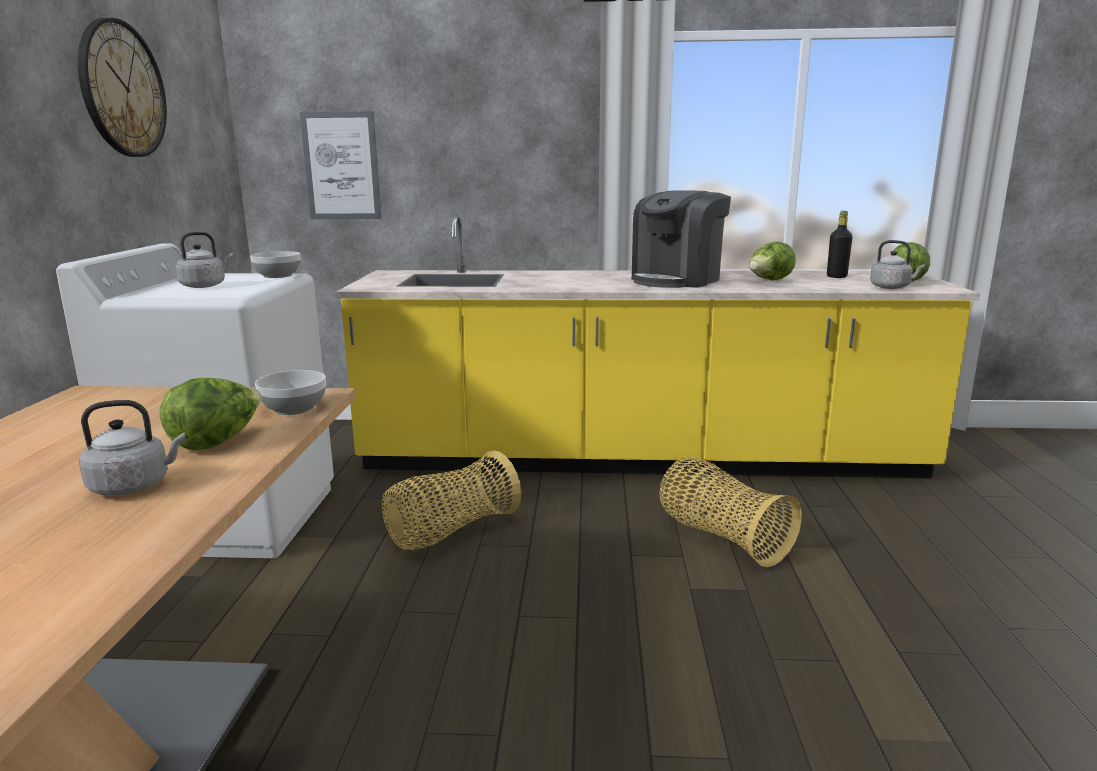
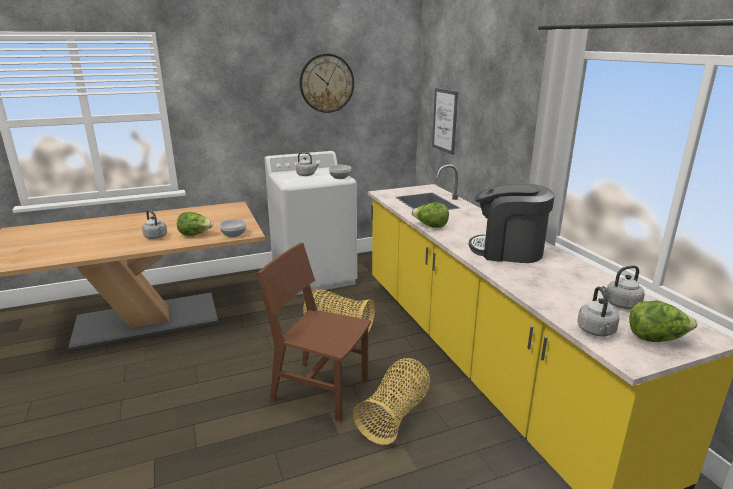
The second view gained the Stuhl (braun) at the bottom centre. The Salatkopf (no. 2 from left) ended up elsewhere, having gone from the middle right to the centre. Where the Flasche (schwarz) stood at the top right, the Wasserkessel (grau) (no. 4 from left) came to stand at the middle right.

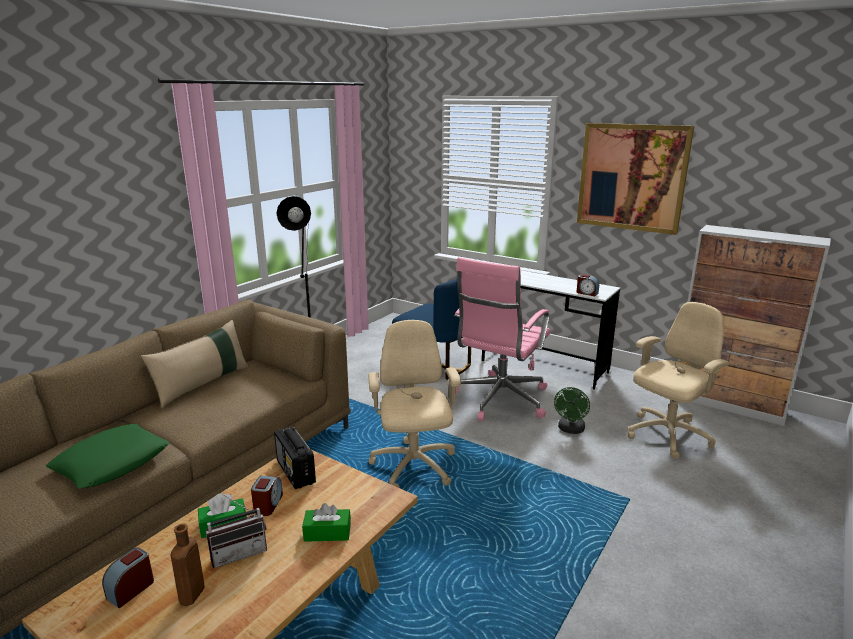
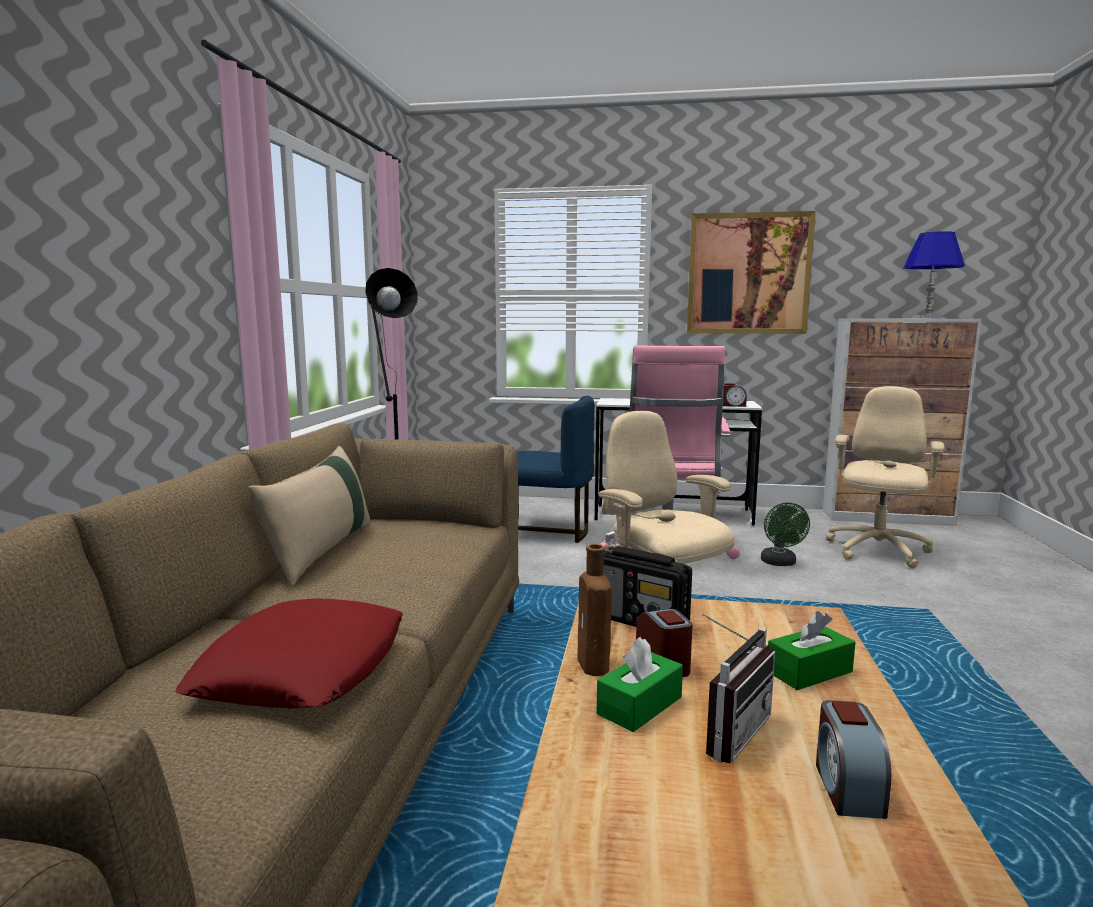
The second view gained the Tischlampe (blau) at the top right. The Wecker (no. 1 from left in the first image) ended up elsewhere, having gone from the bottom left to the bottom right. The Flasche (braun) ended up elsewhere, having gone from the bottom left to the bottom centre. What was the Kissen (grün) at the bottom left turned into the Kissen (rot) at the bottom left.

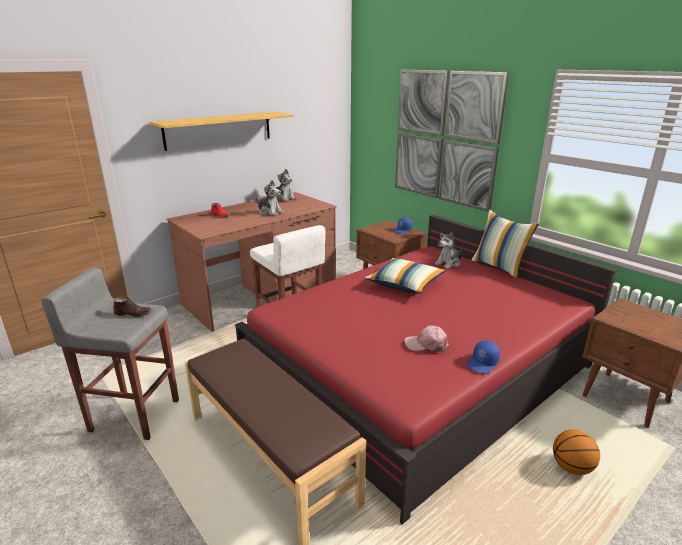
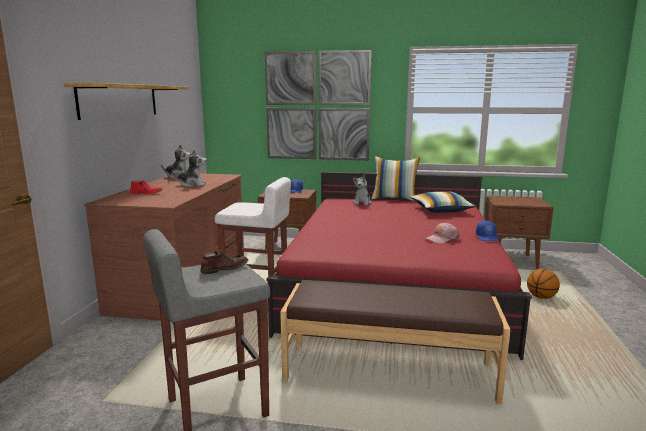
The Kissen (no. 1 from left in the first image) ended up elsewhere, having gone from the centre to the middle right.

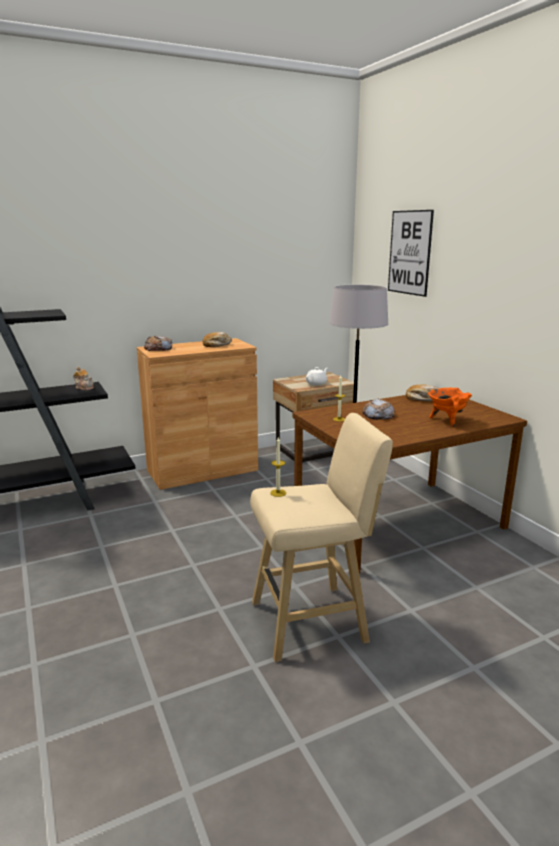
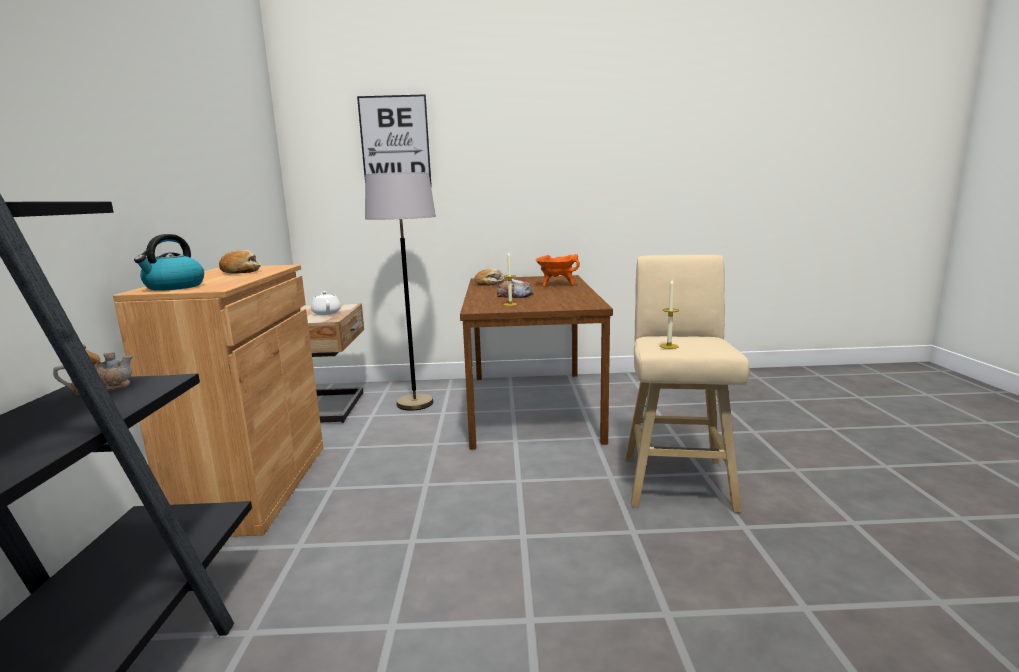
Where the Brot (no. 1 from left) stood at the middle left, the Wasserkessel came to stand at the middle left.

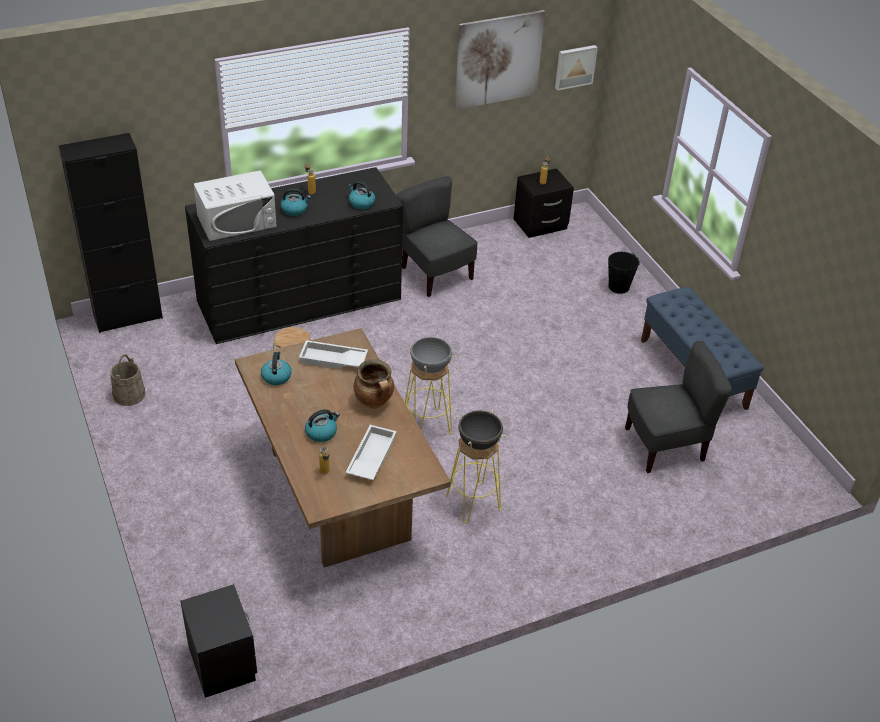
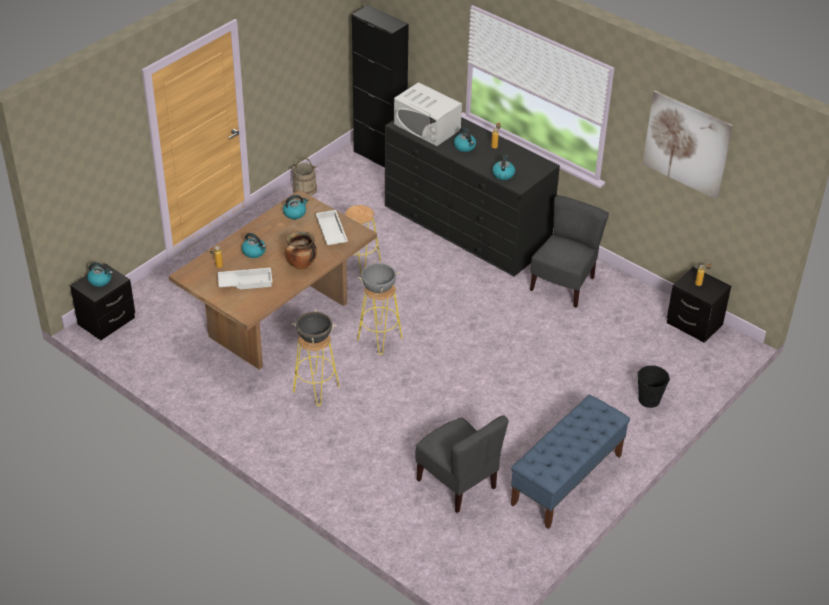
The second view lost the Bild (no. 2 from left) at the top centre. The second view gained the Wasserkessel (no. 1 from left) at the middle left.

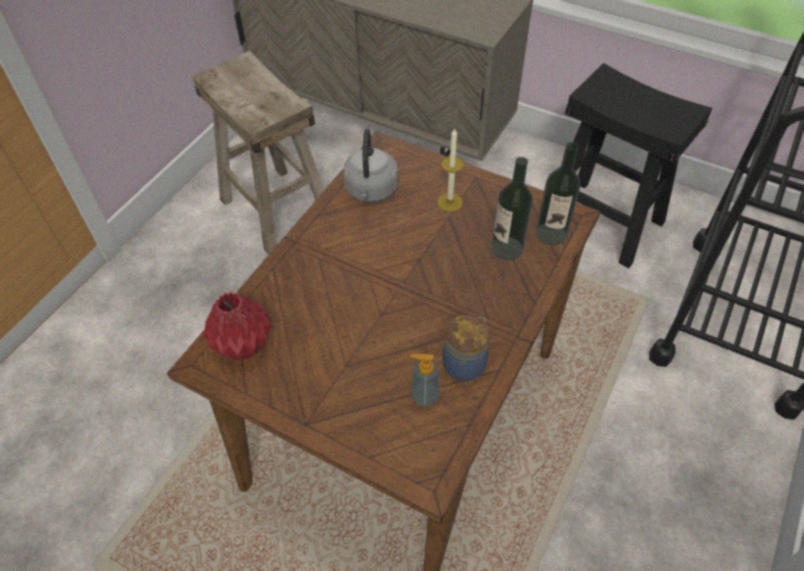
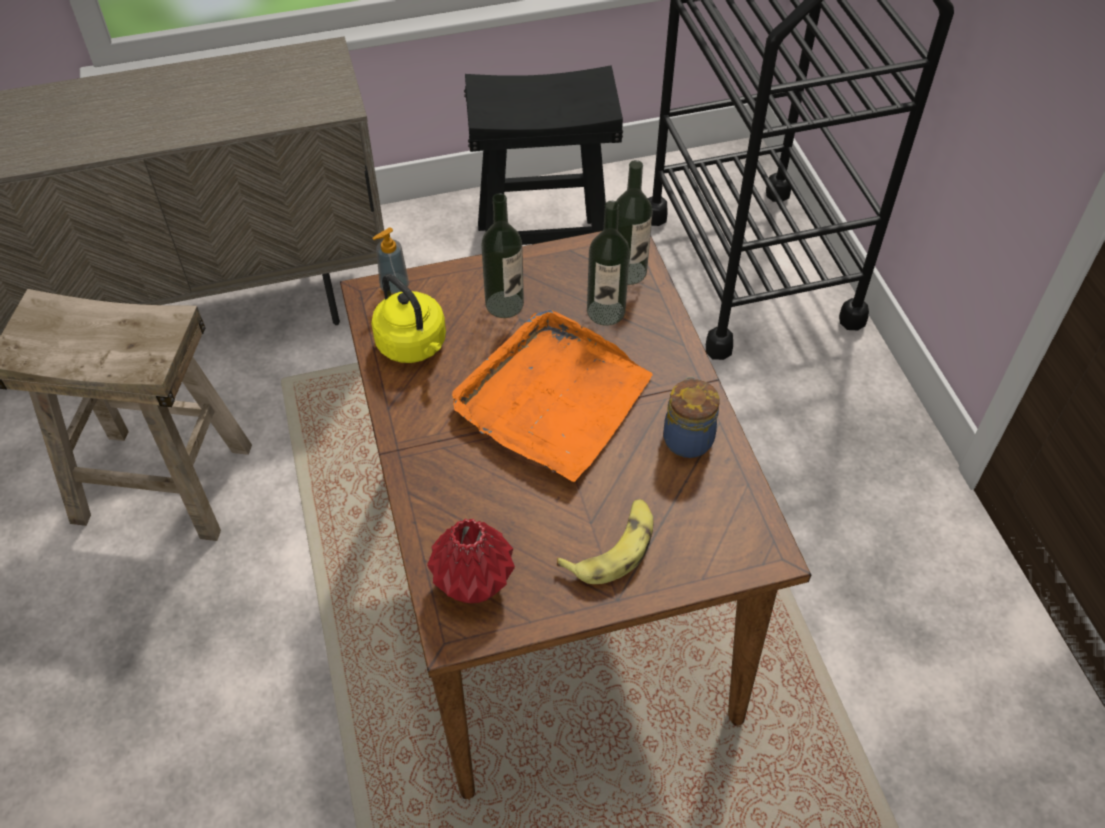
The second view gained the Tablett (orange) at the centre. The second view gained the Banane at the centre. The Seifenspender ended up elsewhere, having gone from the centre to the top centre. Where the Kerze stood at the top centre, the Flasche (no. 1 from left) came to stand at the top centre. What was the Wasserkessel (grau) at the top centre turned into the Wasserkessel (gelb) at the centre.

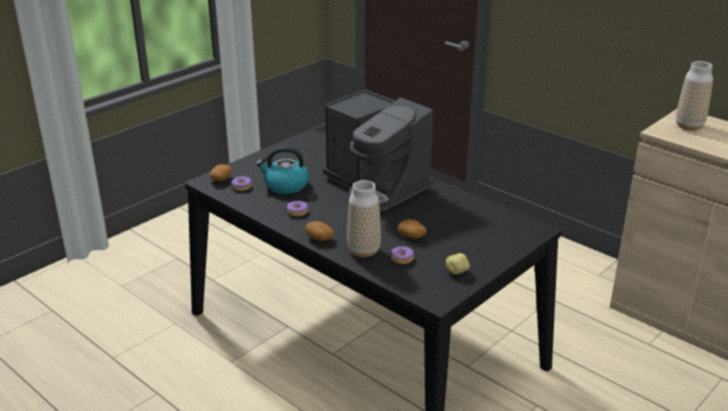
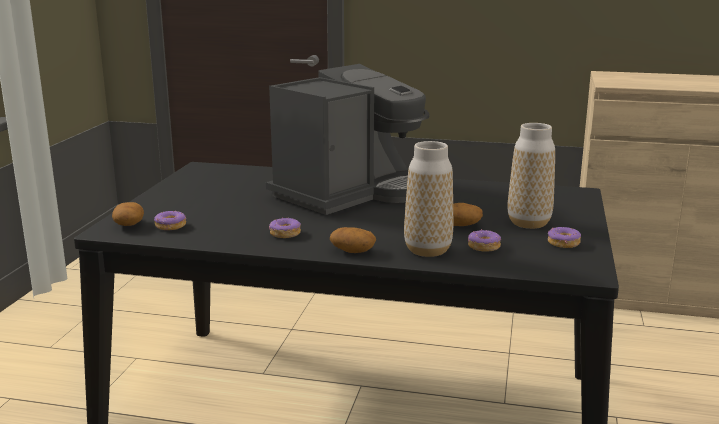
The second view lost the Wasserkessel at the centre. The Vase (no. 2 from left) ended up elsewhere, having gone from the top right to the middle right. Where the Kartoffel (no. 4 from left) stood at the centre, the Donut (no. 4 from left) came to stand at the middle right. The Kaffeemaschine at the centre ended up facing another way, 60 degrees counterclockwise from before.

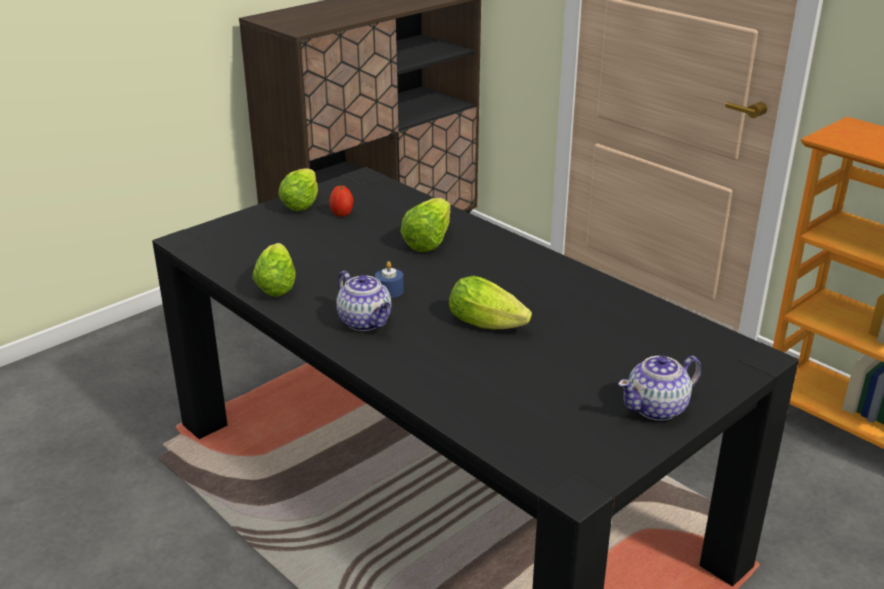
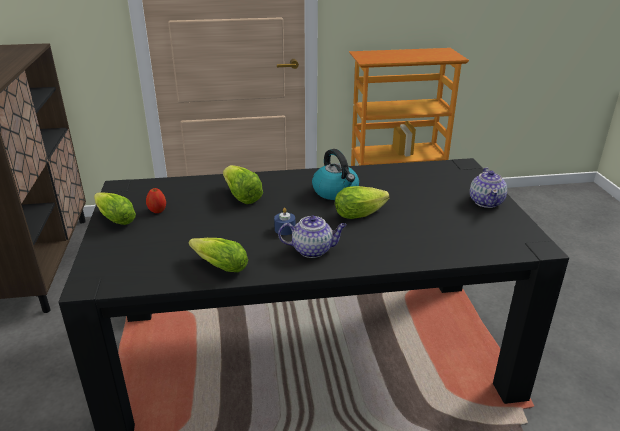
The second view gained the Wasserkessel at the centre.

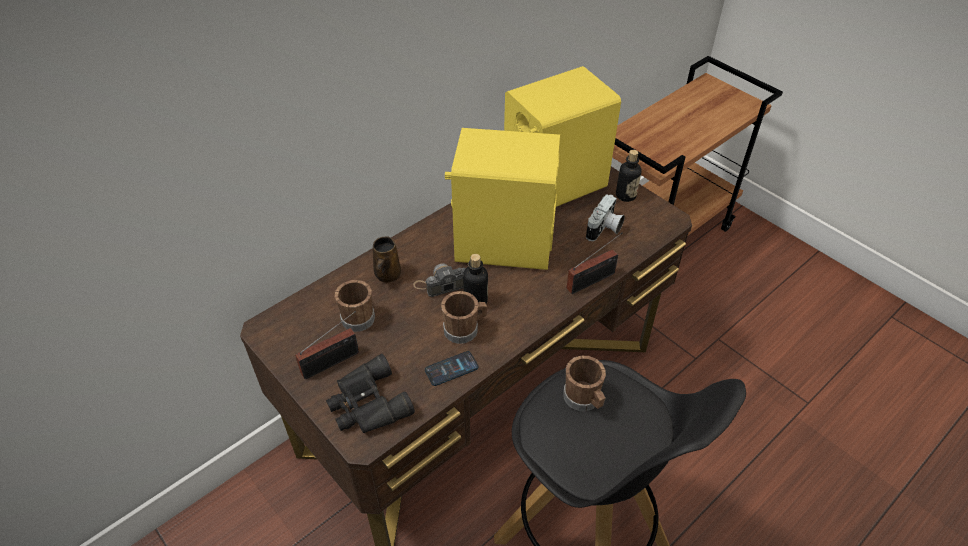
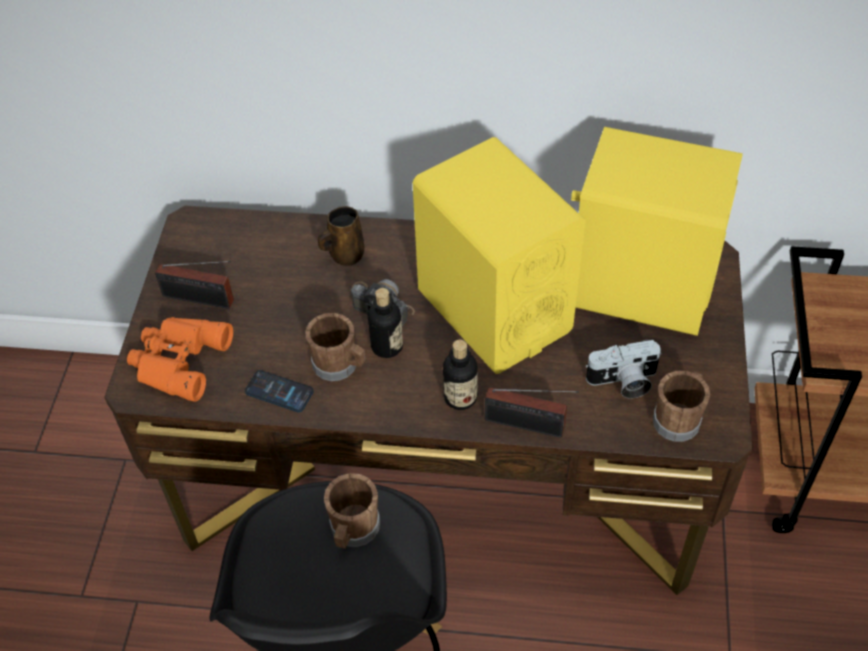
The Henkelbecher (braun) (no. 1 from left in the first image) ended up elsewhere, having gone from the centre to the middle right. The Flasche (no. 2 from left) ended up elsewhere, having gone from the top centre to the centre. What was the Fernglas (schwarz) at the bottom centre turned into the Fernglas (orange) at the middle left.

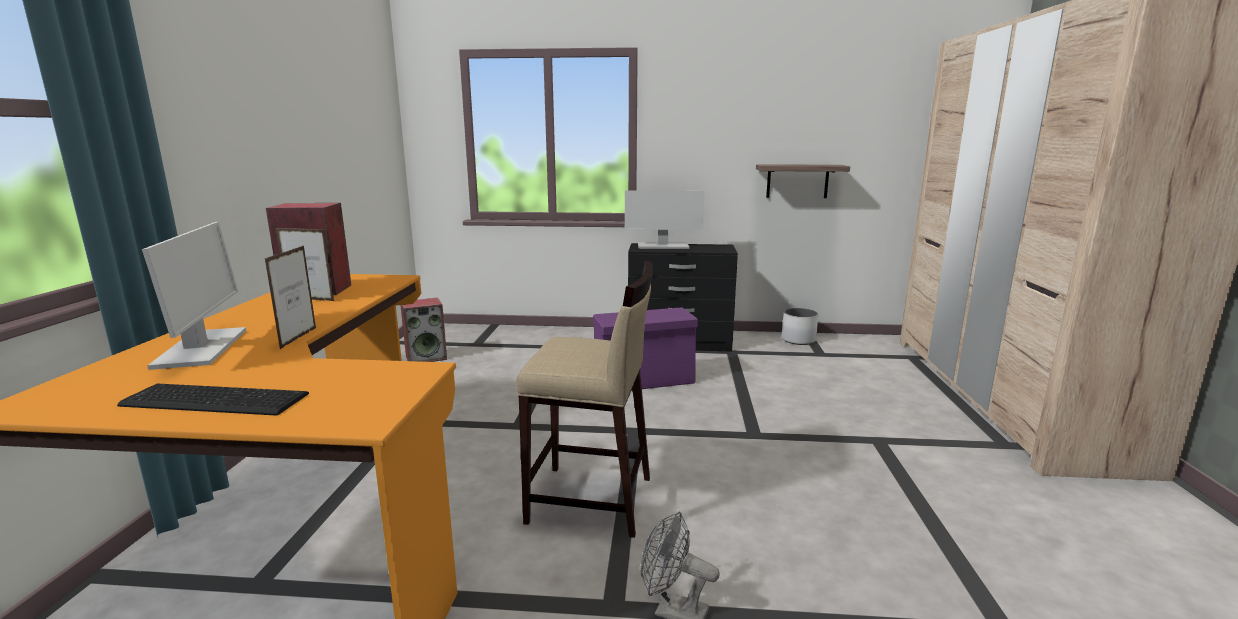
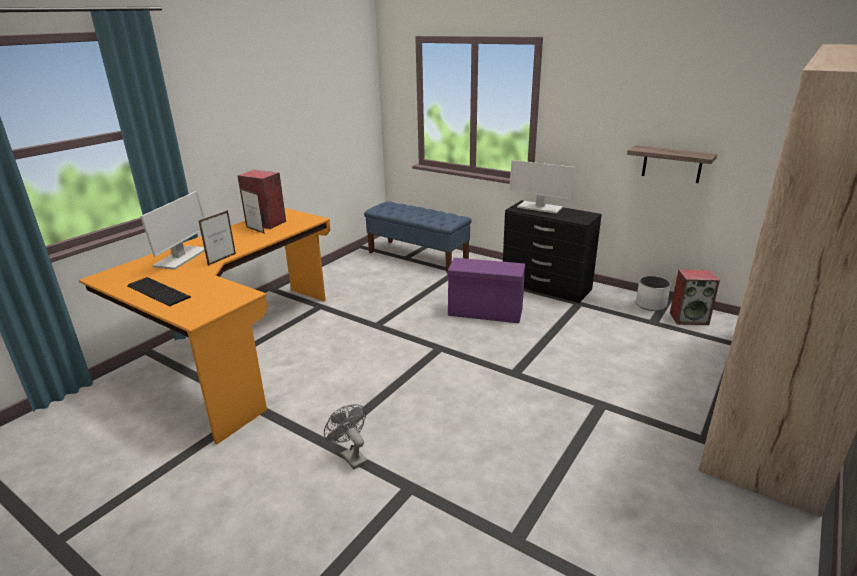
The second view lost the Hocker (beige) at the centre. The second view gained the Bank (blau) at the centre. The Lautsprecher (no. 2 from left) ended up elsewhere, having gone from the centre to the middle right.

